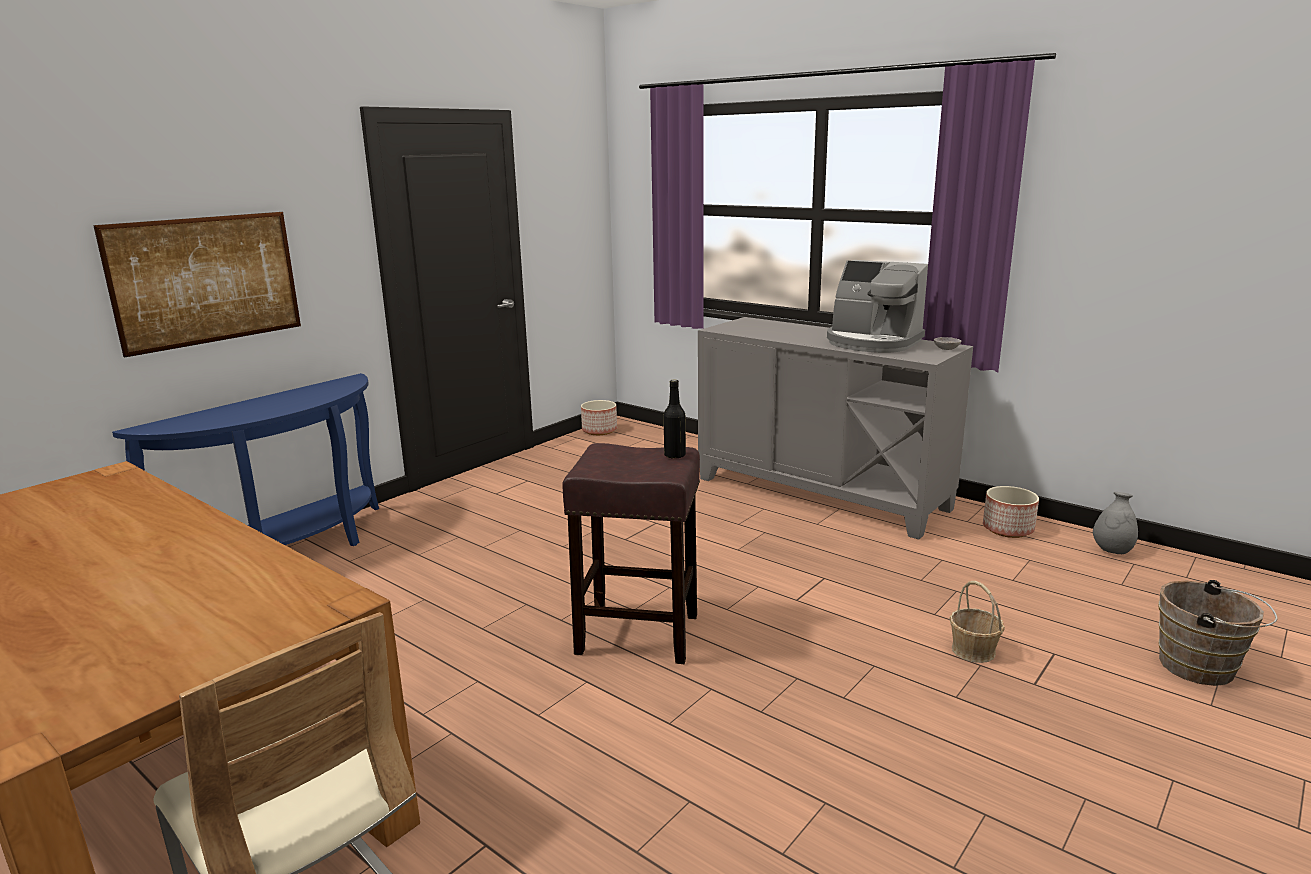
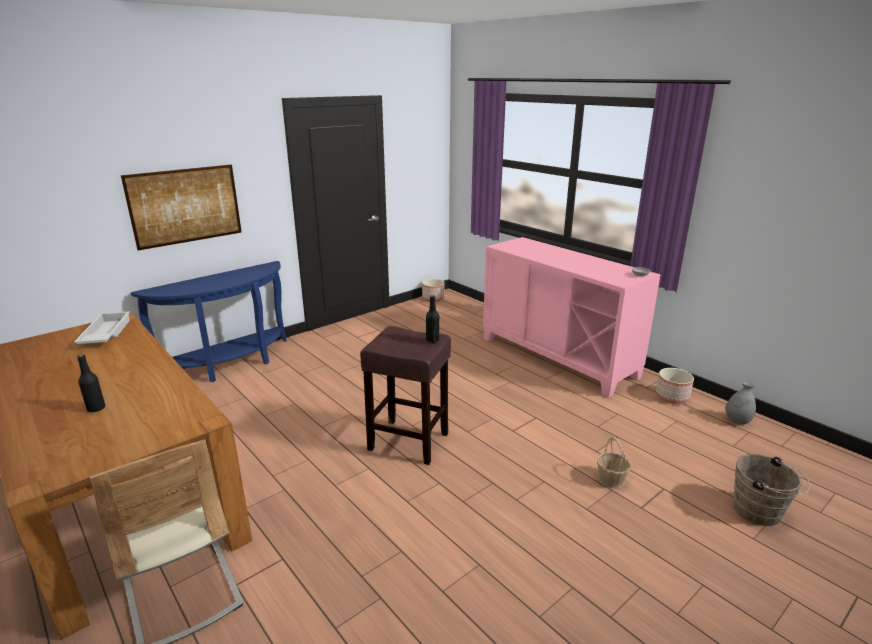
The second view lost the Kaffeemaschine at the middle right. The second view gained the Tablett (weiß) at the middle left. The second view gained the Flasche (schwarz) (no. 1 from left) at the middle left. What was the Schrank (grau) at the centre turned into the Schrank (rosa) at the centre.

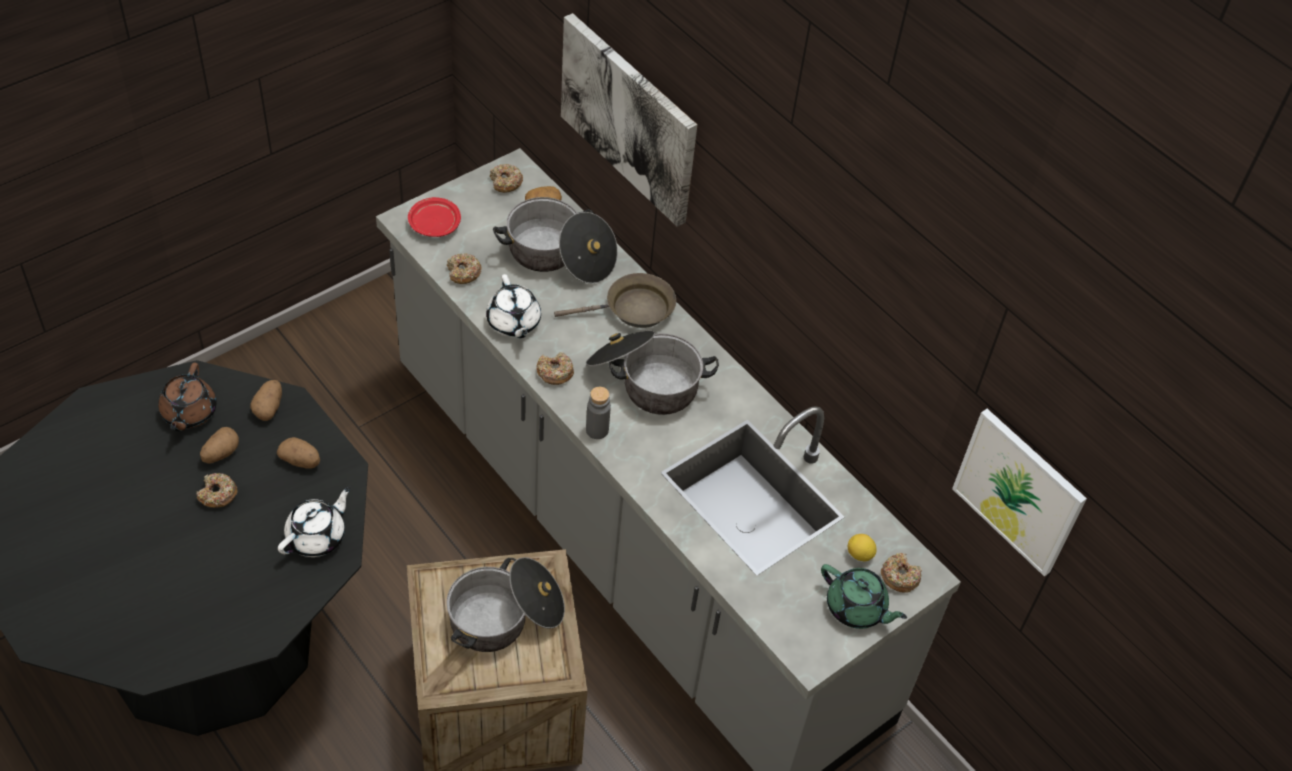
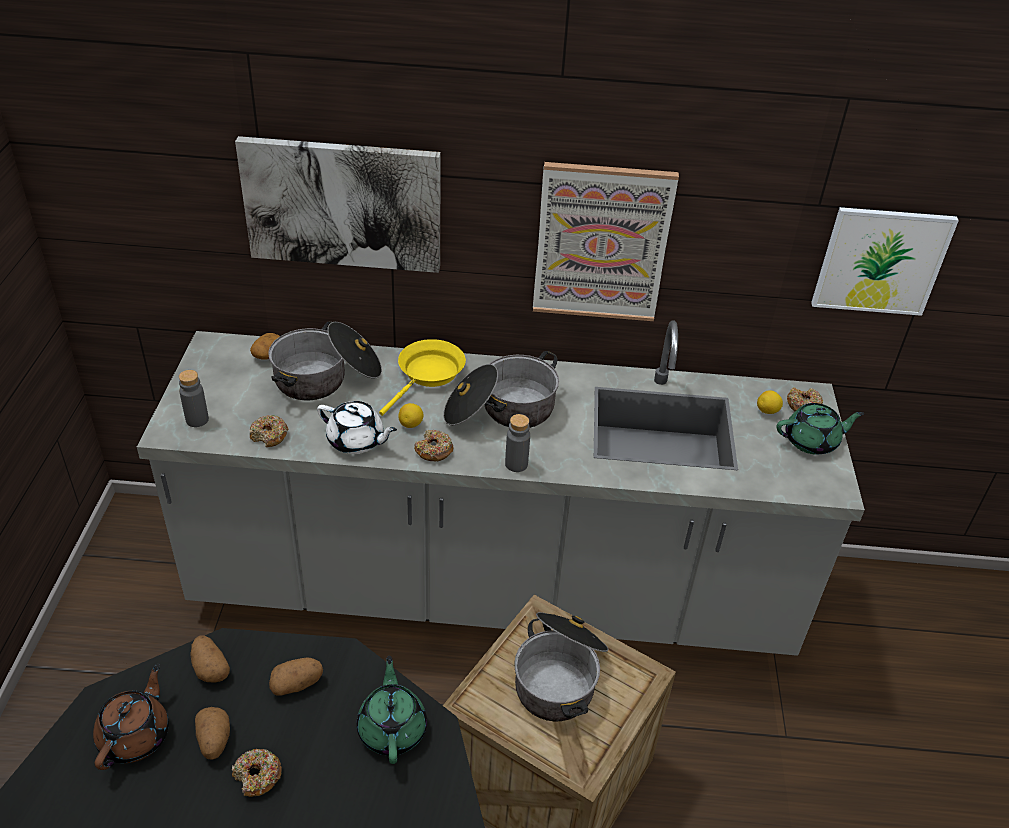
The second view lost the Donut (no. 3 from left) at the top centre. The second view gained the Zitrone (no. 1 from left) at the centre. The second view gained the Bild (no. 2 from left) at the top centre. Where the Teller (rot) stood at the top centre, the Flasche (grau) (no. 1 from left) came to stand at the middle left. What was the Teekanne (weiß) (no. 1 from left) at the bottom left turned into the Teekanne (grün) (no. 1 from left) at the bottom centre. What was the Pfanne (braun) at the centre turned into the Pfanne (gelb) at the centre. The Teekanne (braun) at the middle left ended up facing another way, 120 degrees counterclockwise from before.

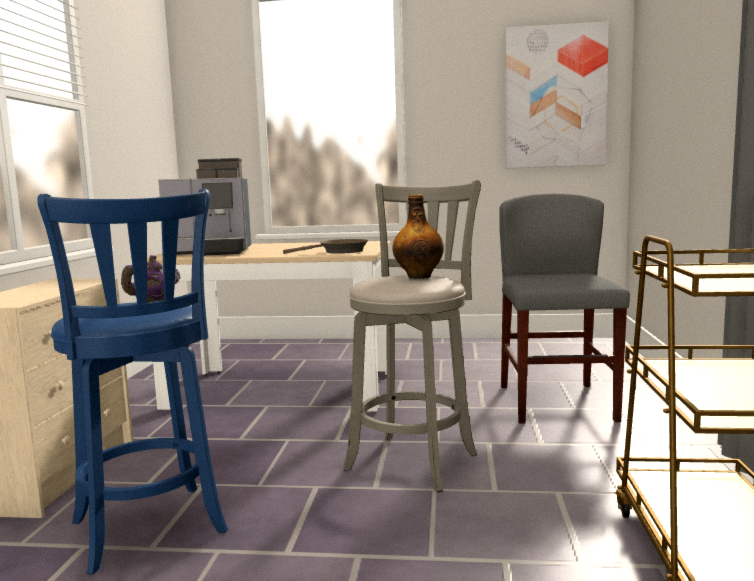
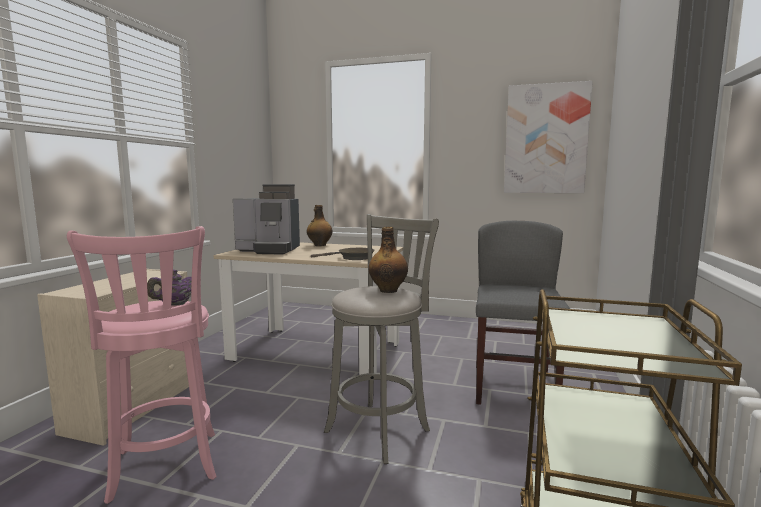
The second view gained the Flasche (no. 1 from left) at the centre. What was the Hocker (blau) at the middle left turned into the Hocker (rosa) at the bottom left.

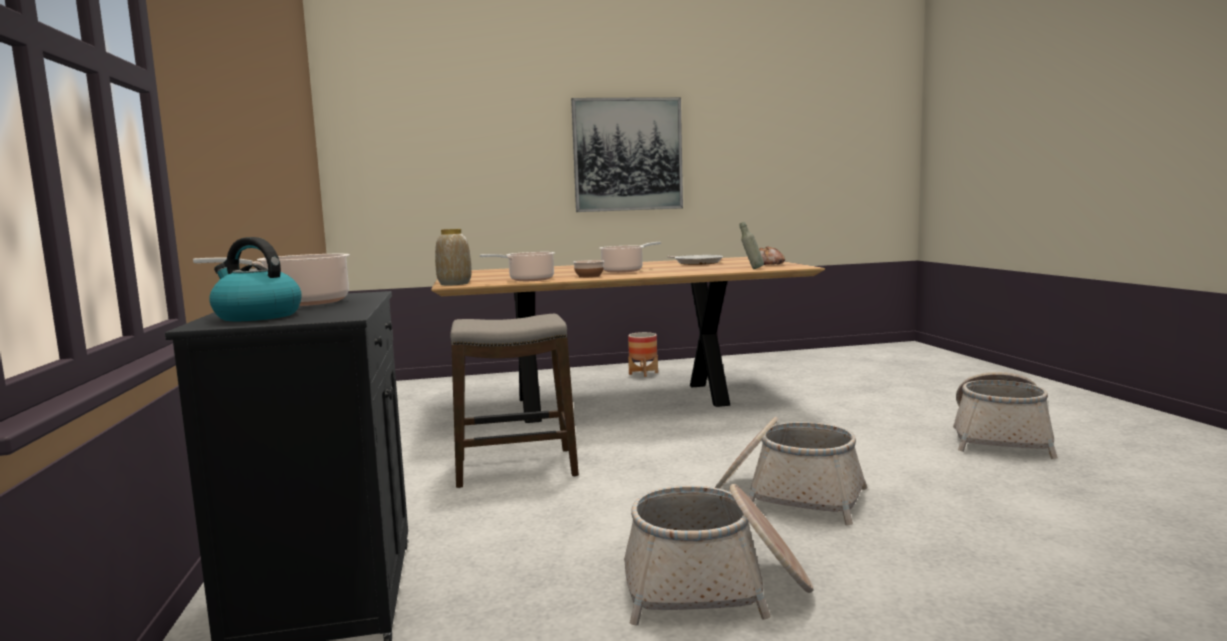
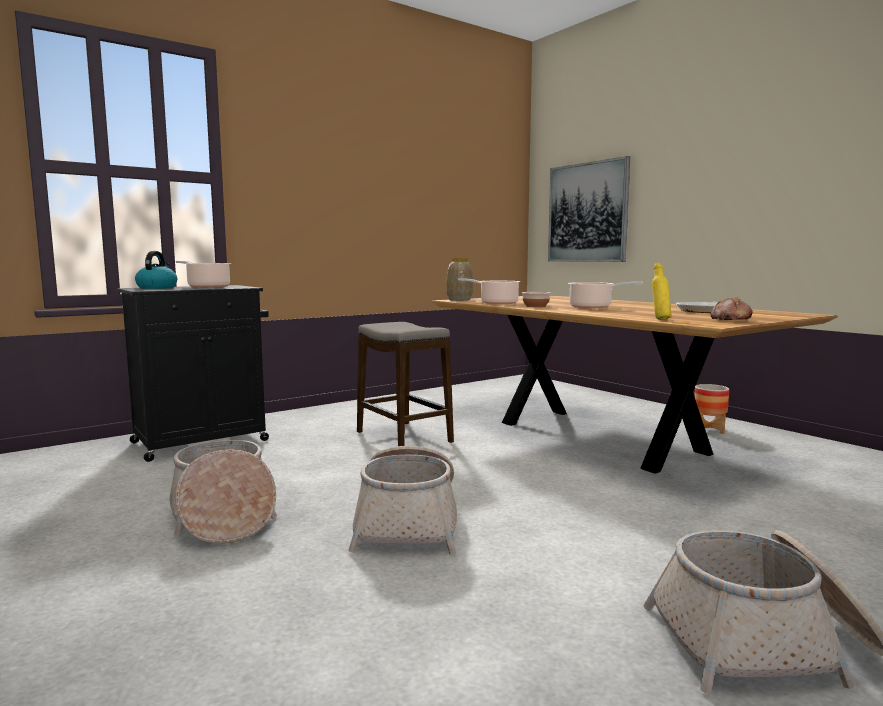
The Bild ended up elsewhere, having gone from the top centre to the top right. What was the Flasche (grau) at the centre turned into the Flasche (gelb) at the middle right.

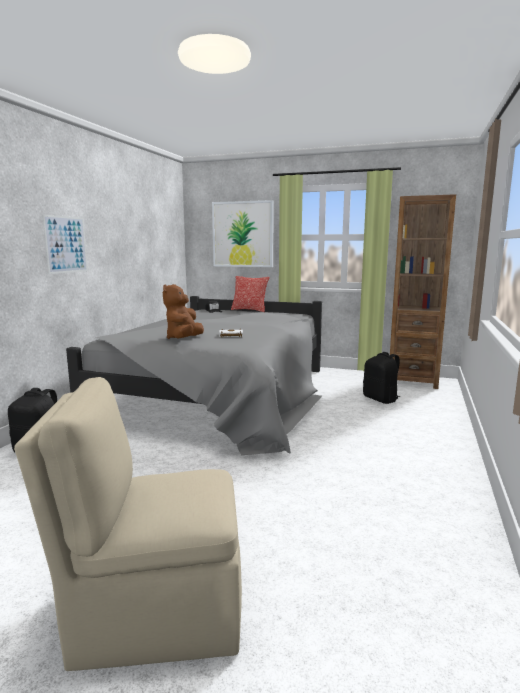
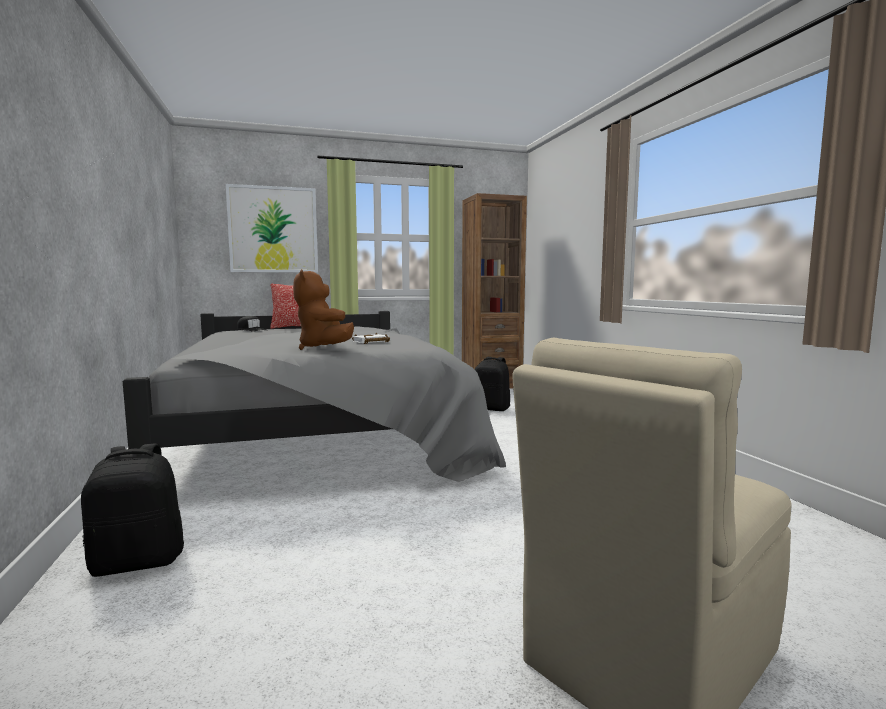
The second view lost the Bild (no. 1 from left) at the middle left.

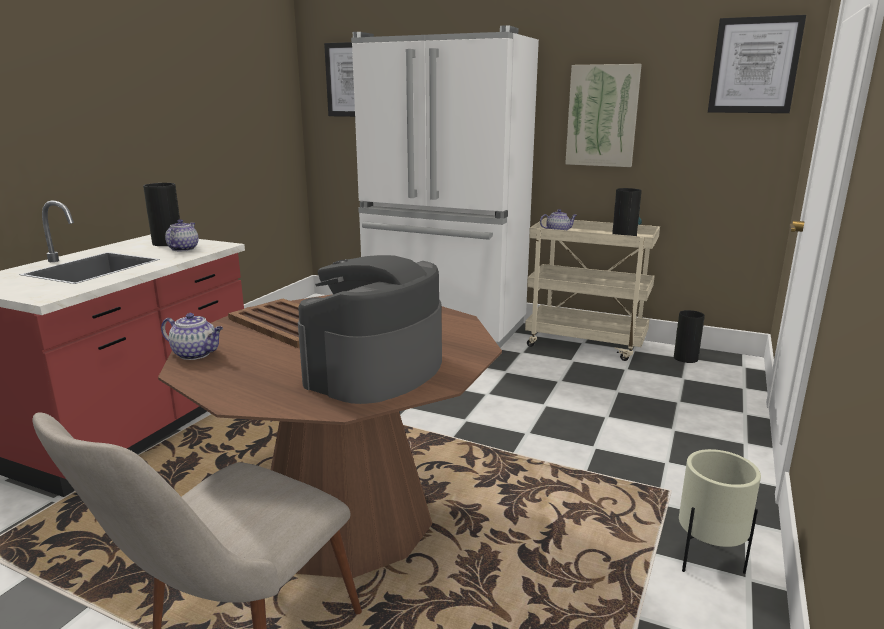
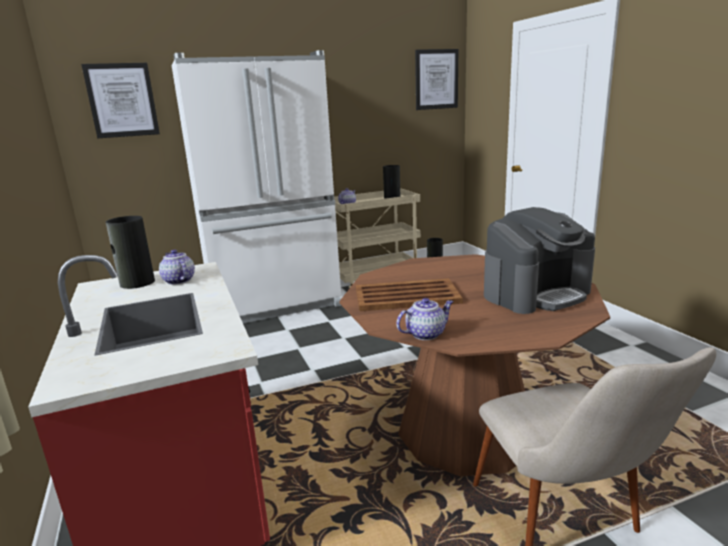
The second view lost the Bild (no. 2 from left) at the top right. The second view lost the Pflanzkübel (beige) at the bottom right. The Kaffeemaschine at the centre ended up facing another way, 105 degrees counterclockwise from before.

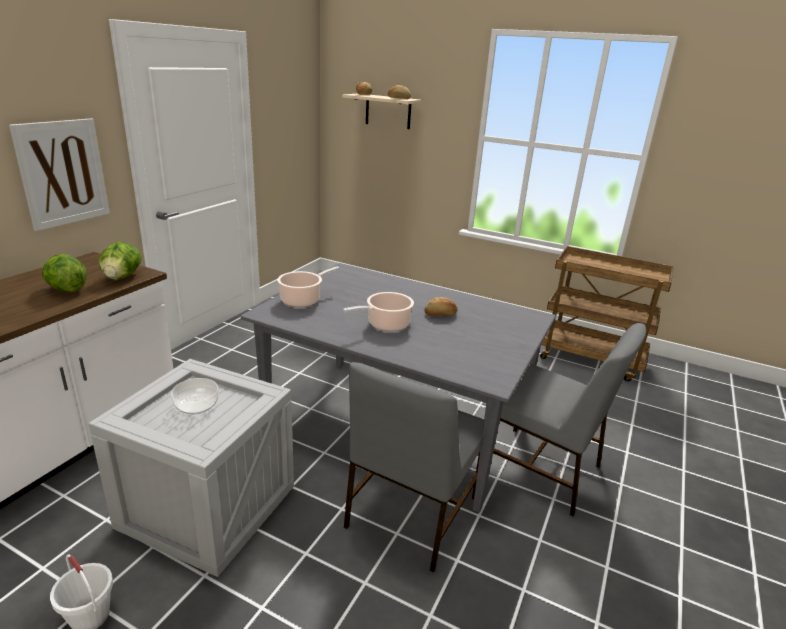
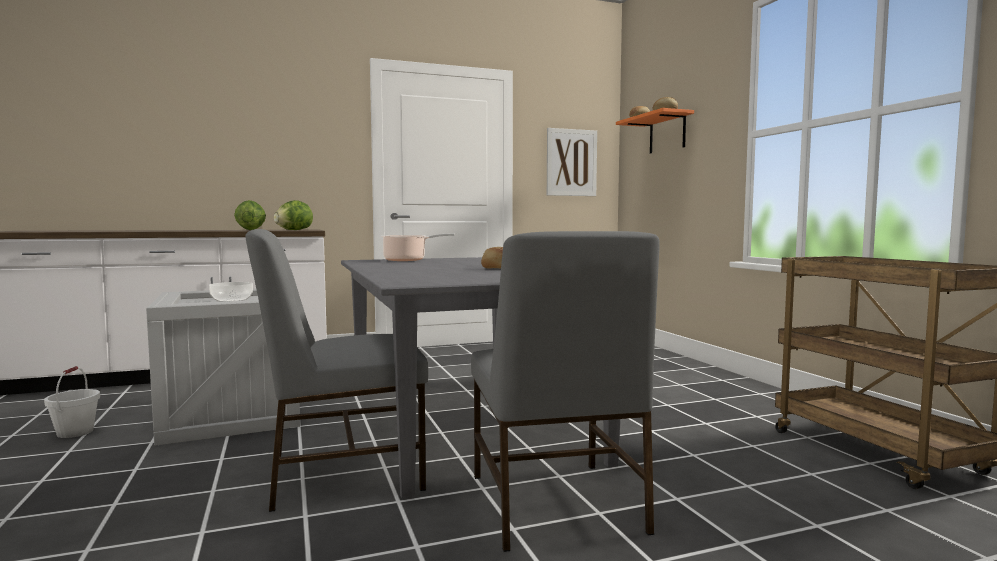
The second view lost the Kochtopf (no. 2 from left) at the centre. The Bild ended up elsewhere, having gone from the top left to the top centre. What was the Wandregal (beige) at the top centre turned into the Wandregal (orange) at the top centre.

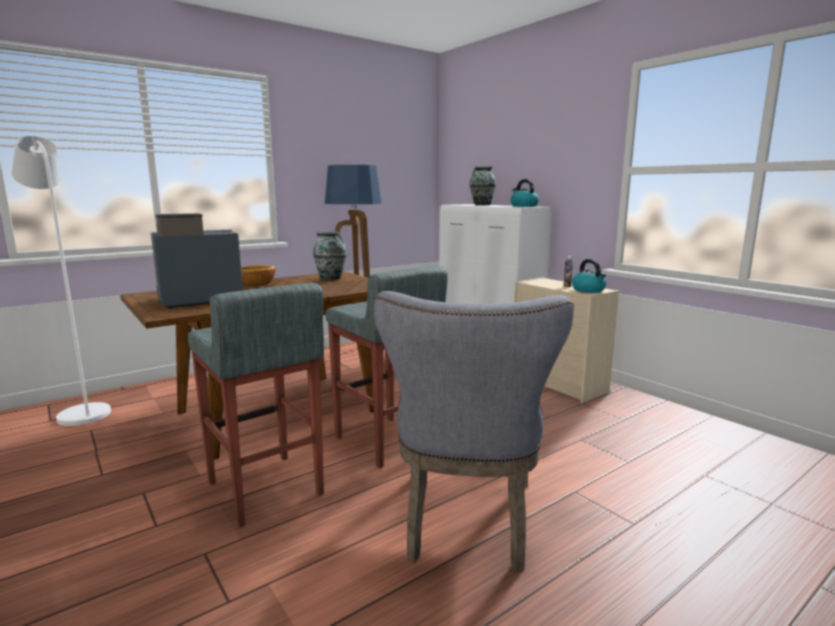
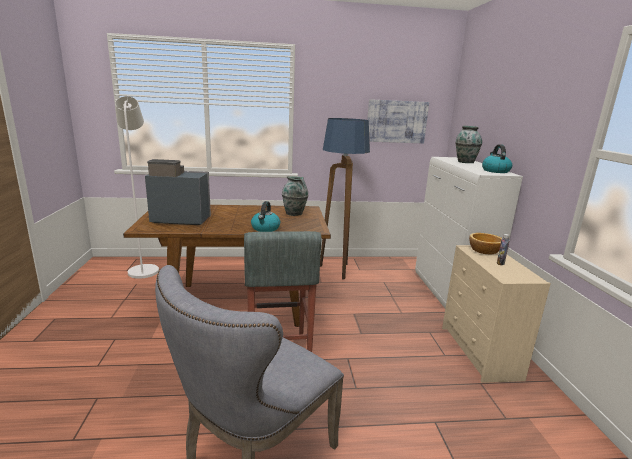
The second view lost the Hocker (grau) (no. 1 from left) at the middle left. The second view gained the Bild at the top centre. The Schüssel ended up elsewhere, having gone from the middle left to the middle right. The Wasserkessel (no. 2 from left in the first image) ended up elsewhere, having gone from the middle right to the centre.

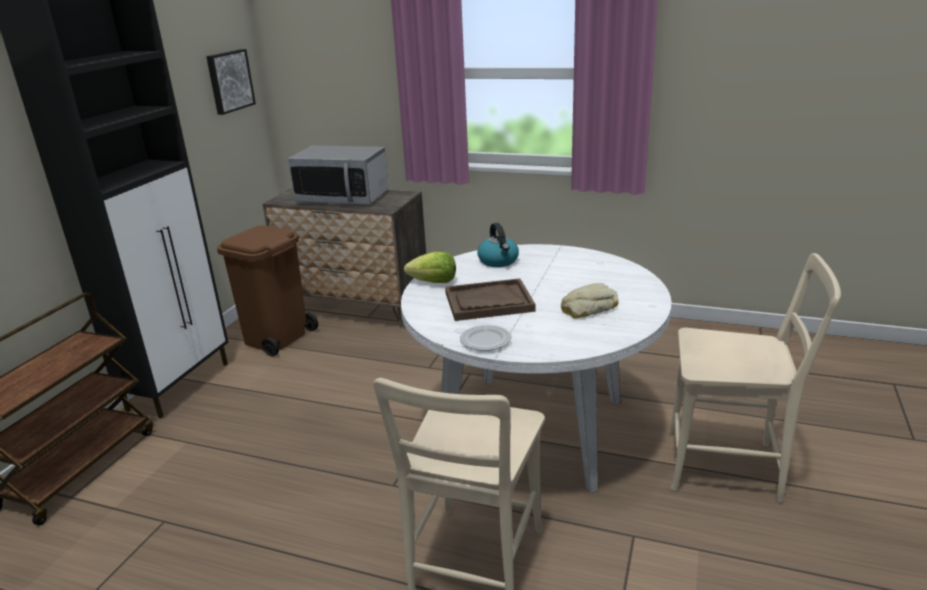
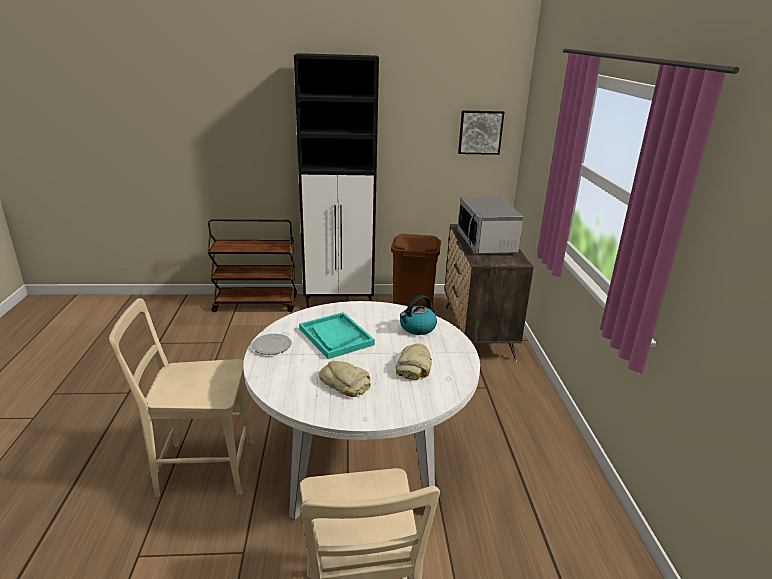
The second view lost the Salatkopf at the centre. The second view gained the Brot (no. 2 from left) at the centre. What was the Tablett (braun) at the centre turned into the Tablett (türkis) at the centre.

